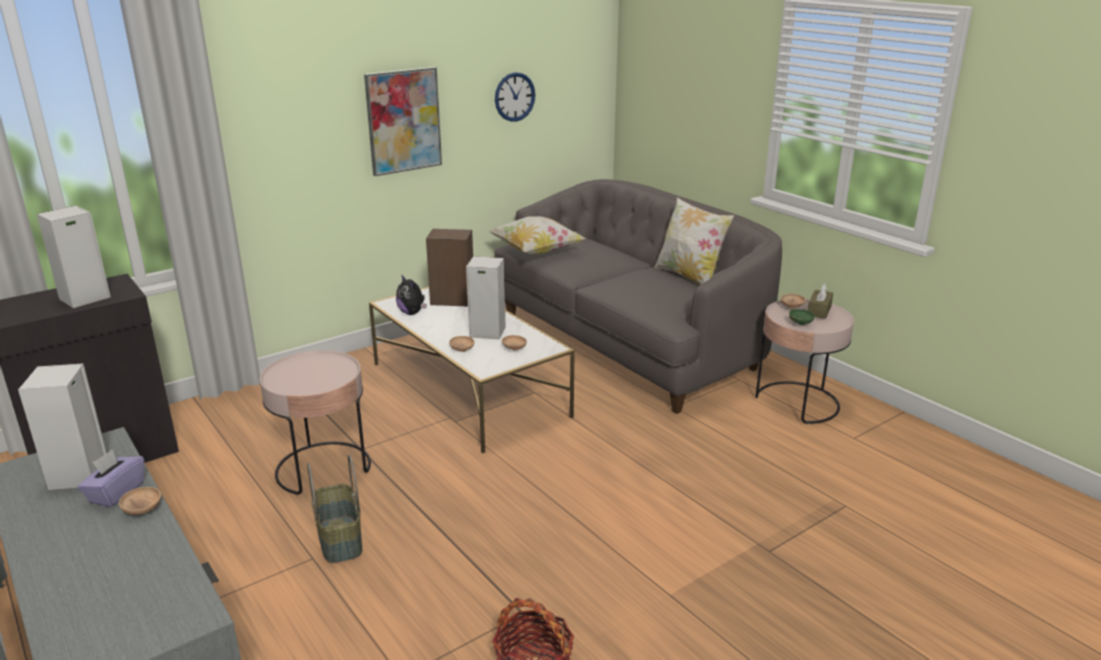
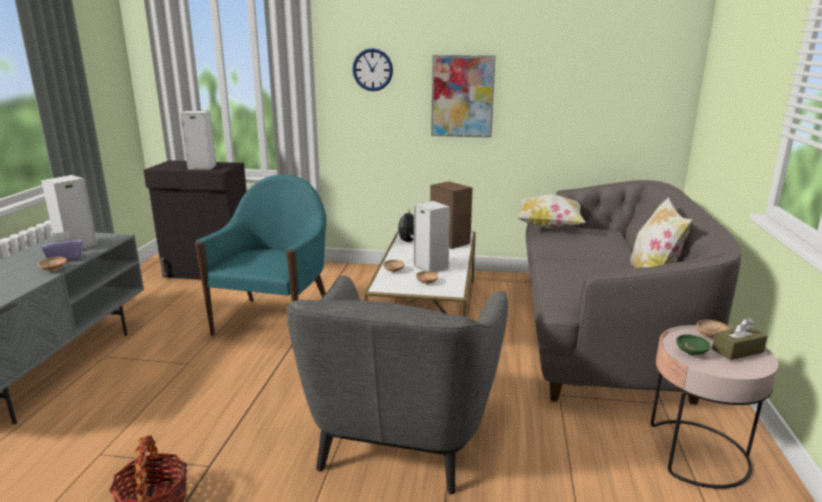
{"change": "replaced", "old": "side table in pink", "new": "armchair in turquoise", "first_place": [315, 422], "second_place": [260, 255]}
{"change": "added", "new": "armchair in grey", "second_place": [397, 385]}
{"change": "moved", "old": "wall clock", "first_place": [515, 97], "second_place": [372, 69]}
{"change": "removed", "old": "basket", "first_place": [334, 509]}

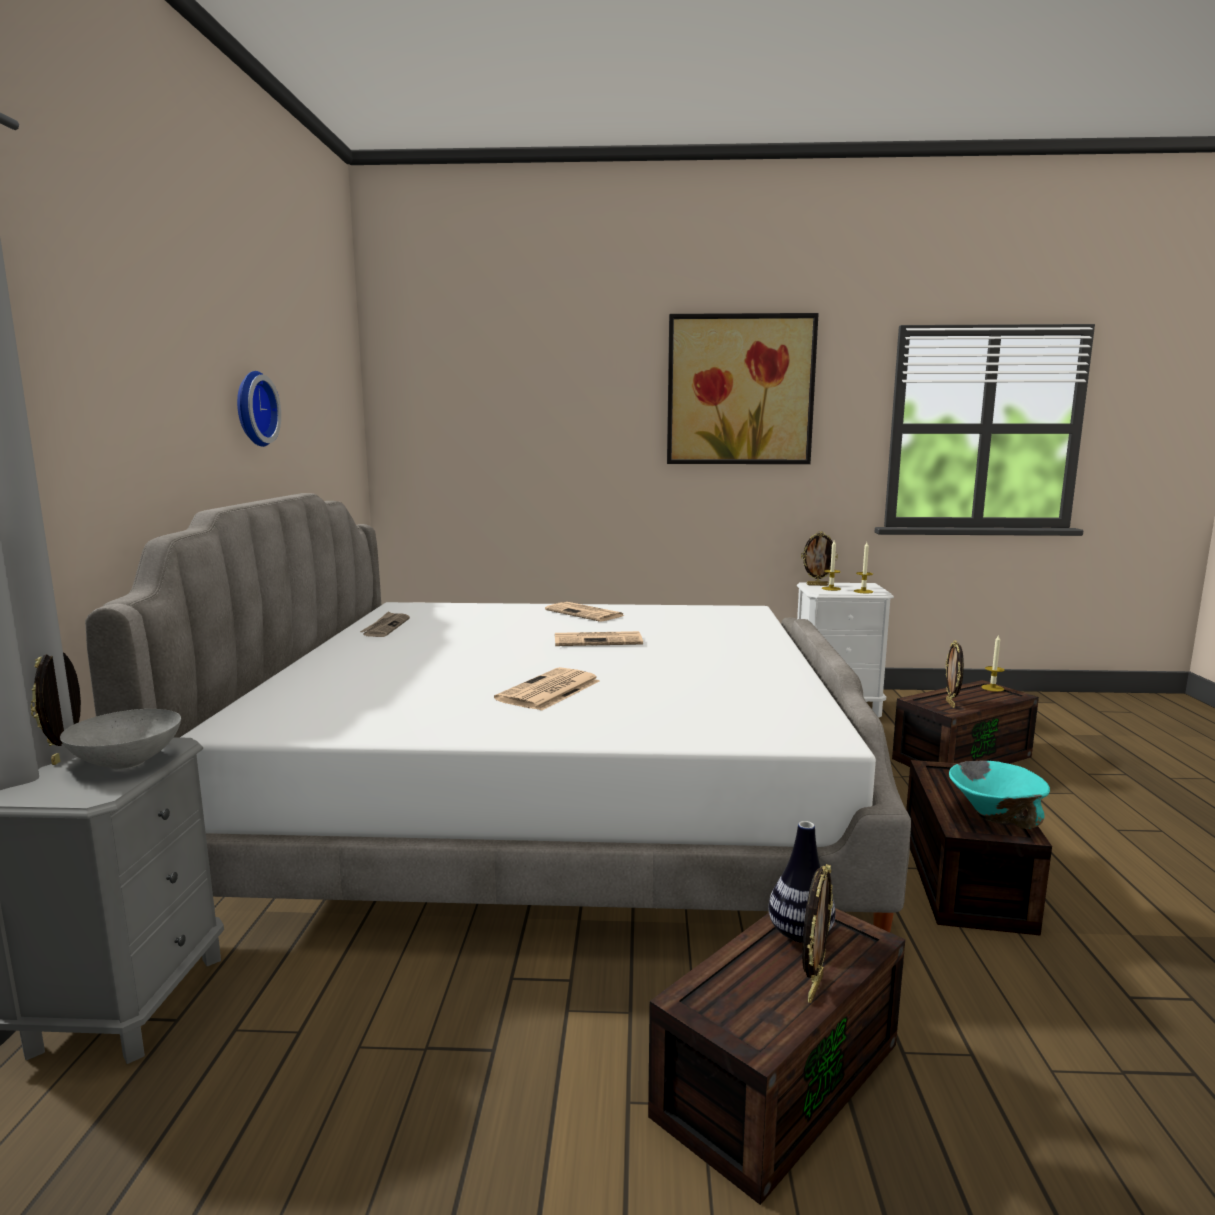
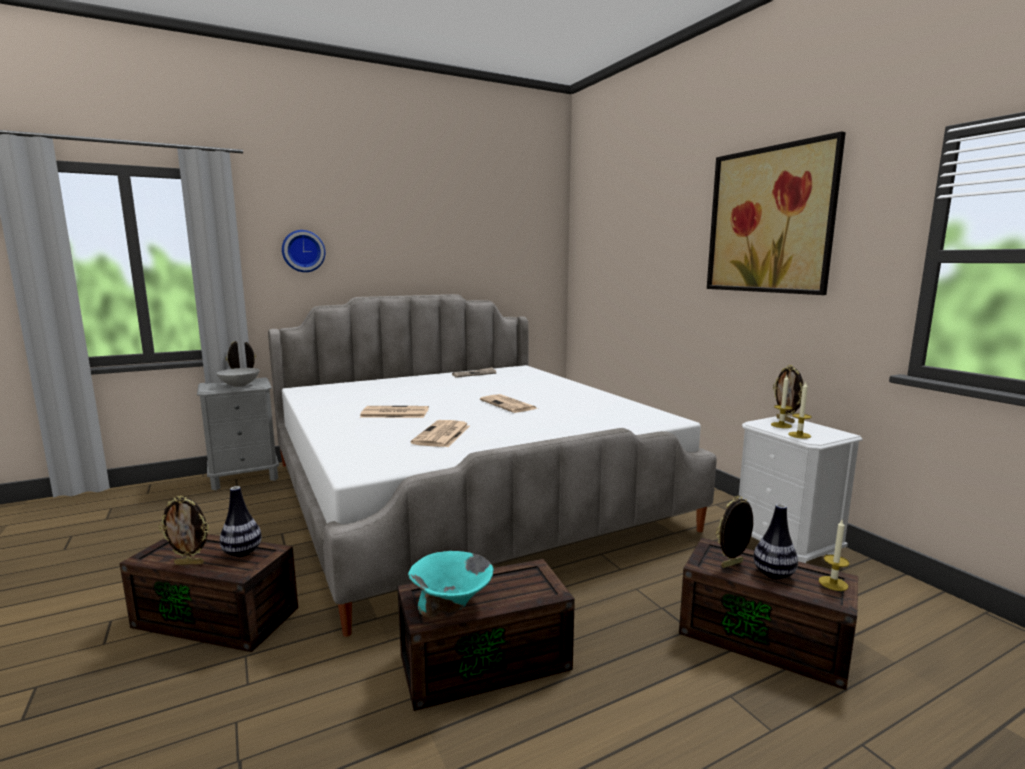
{"change": "moved", "old": "wall clock", "first_place": [259, 409], "second_place": [303, 251]}
{"change": "moved", "old": "newspaper", "first_place": [585, 611], "second_place": [440, 433]}
{"change": "added", "new": "vase", "second_place": [775, 541]}

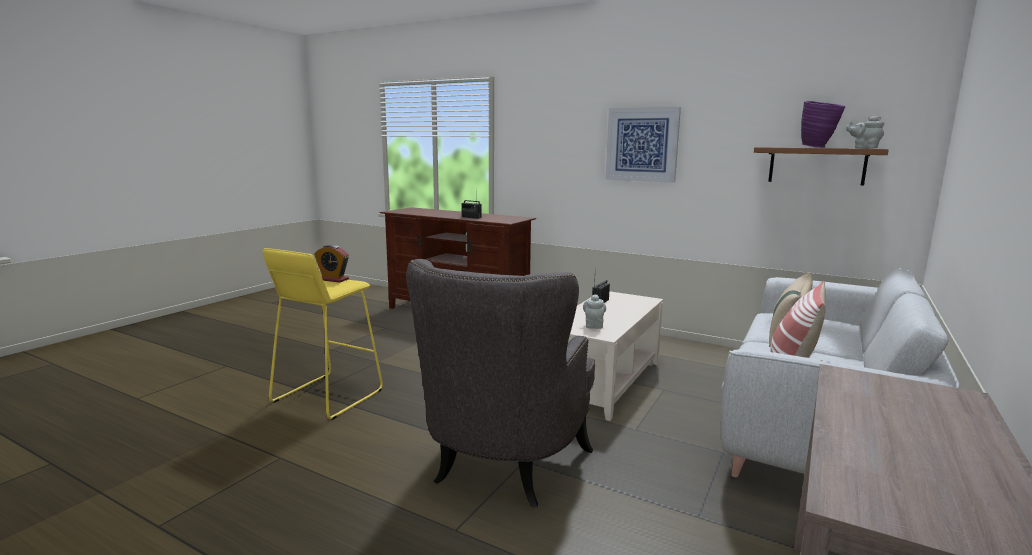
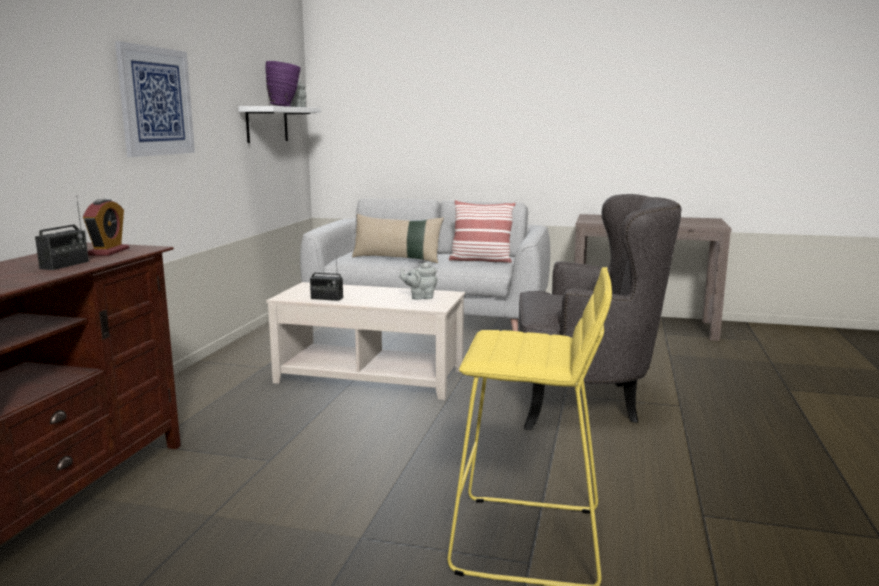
{"change": "moved", "old": "alarm clock", "first_place": [331, 263], "second_place": [106, 227]}
{"change": "recoloured", "old": "shelf in brown", "new": "shelf in white", "first_place": [821, 166], "second_place": [279, 124]}

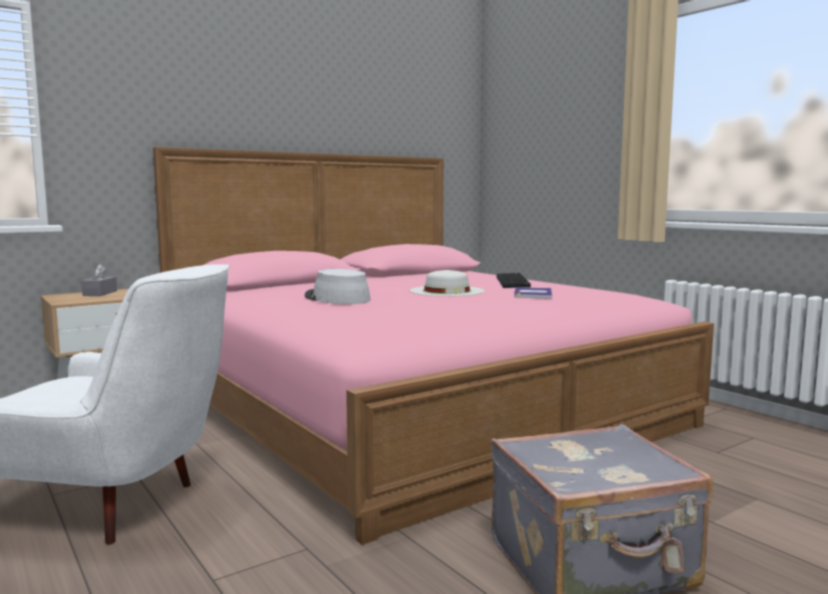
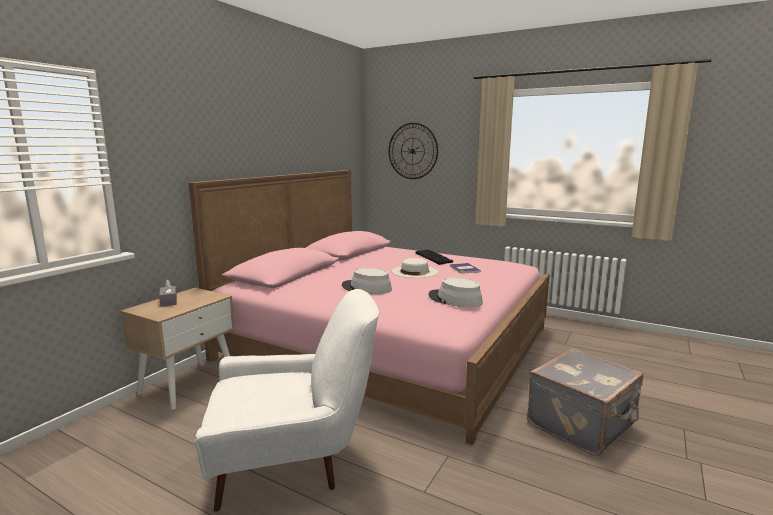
{"change": "added", "new": "wall clock", "second_place": [413, 151]}
{"change": "added", "new": "hat in grey", "second_place": [456, 292]}

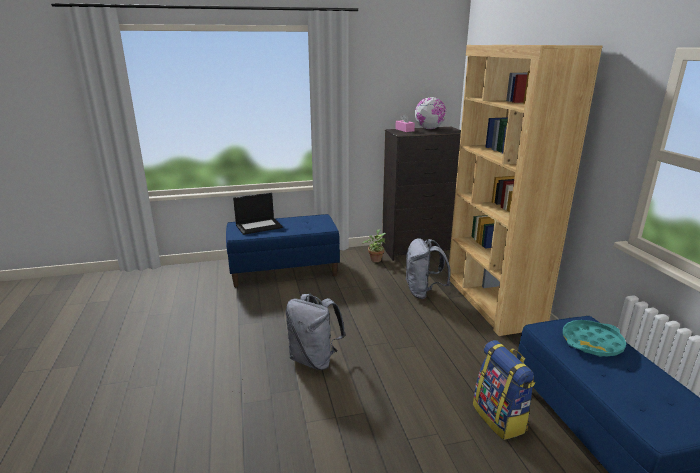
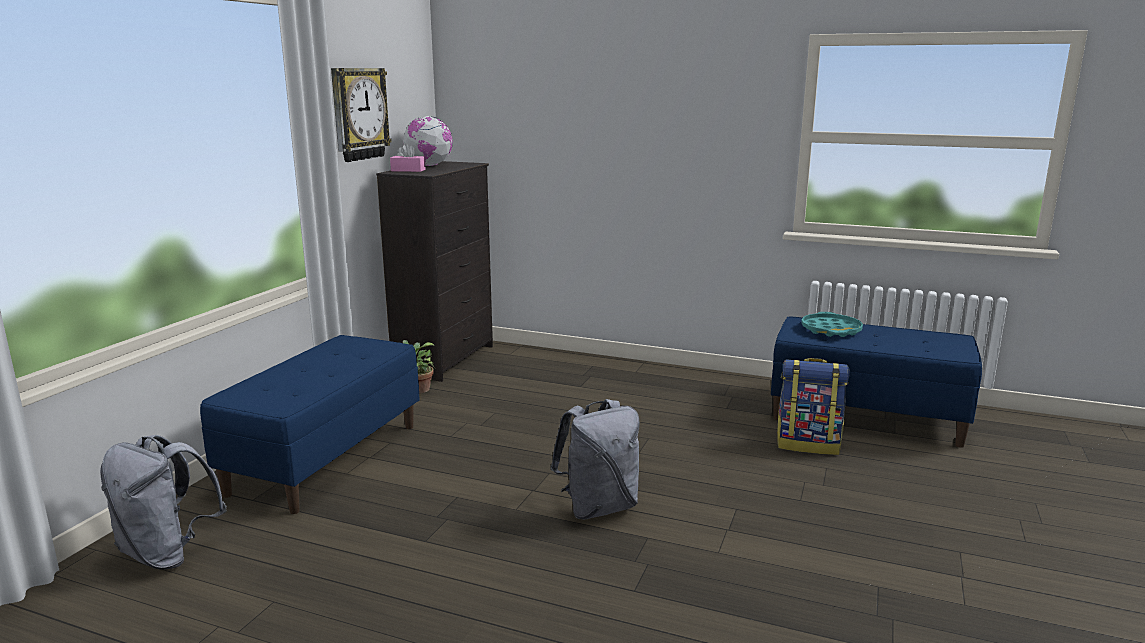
{"change": "moved", "old": "backpack in grey", "first_place": [428, 268], "second_place": [163, 502]}
{"change": "added", "new": "wall clock", "second_place": [361, 115]}
{"change": "removed", "old": "laptop", "first_place": [258, 213]}
{"change": "removed", "old": "bookcase in brown", "first_place": [526, 190]}

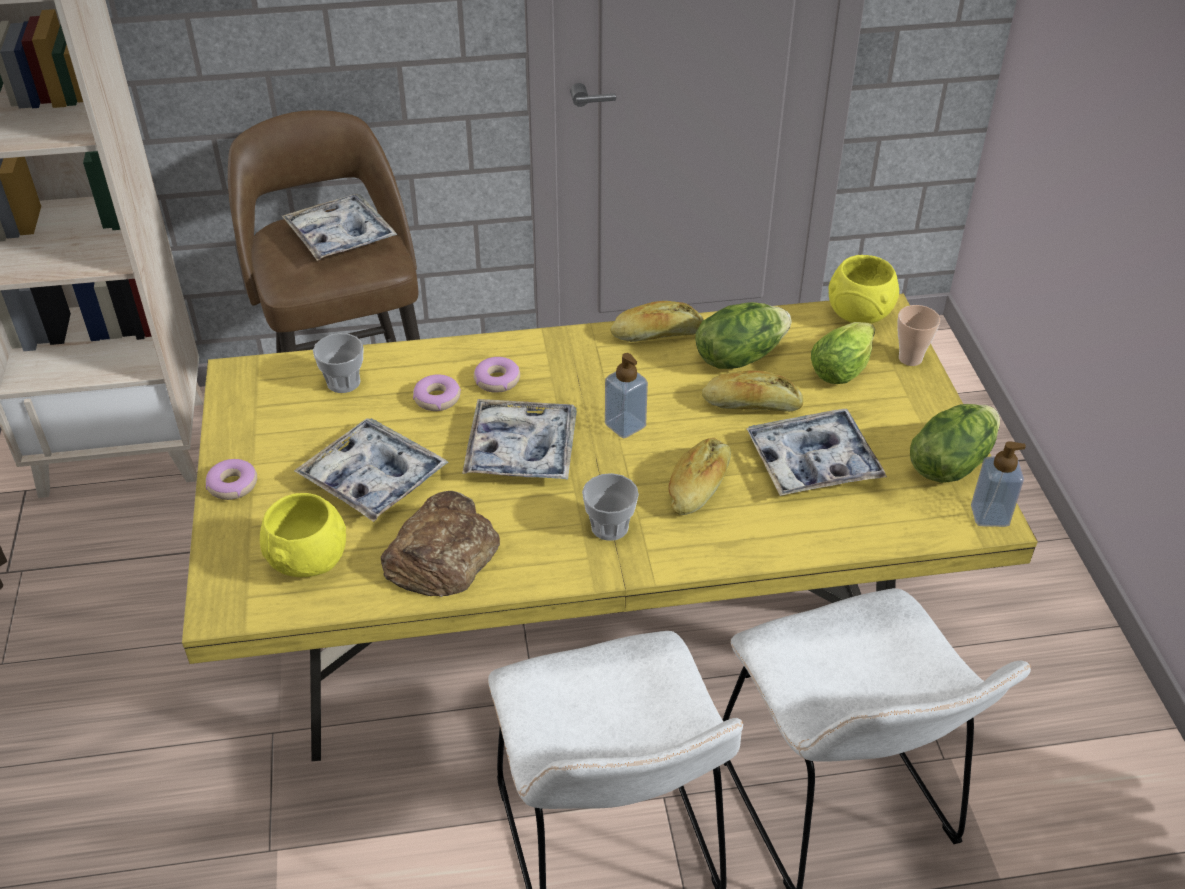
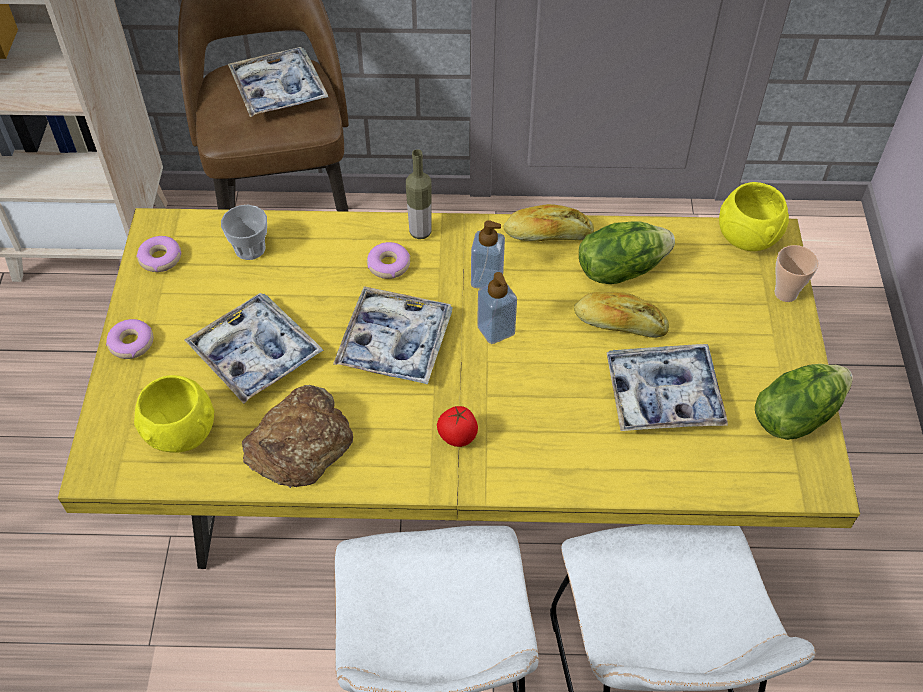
{"change": "moved", "old": "donut", "first_place": [437, 392], "second_place": [158, 254]}
{"change": "added", "new": "bottle", "second_place": [419, 194]}
{"change": "replaced", "old": "cup", "new": "tomato", "first_place": [610, 507], "second_place": [457, 426]}
{"change": "moved", "old": "soap dispenser", "first_place": [998, 484], "second_place": [488, 254]}
{"change": "removed", "old": "bread", "first_place": [699, 476]}
{"change": "removed", "old": "lettuce", "first_place": [843, 353]}

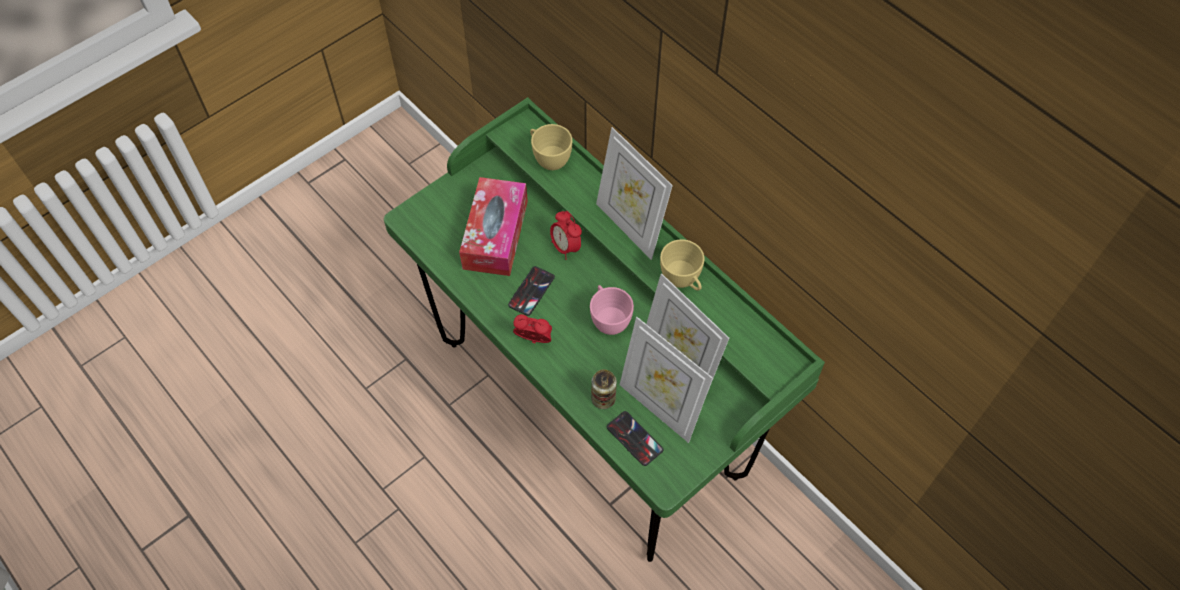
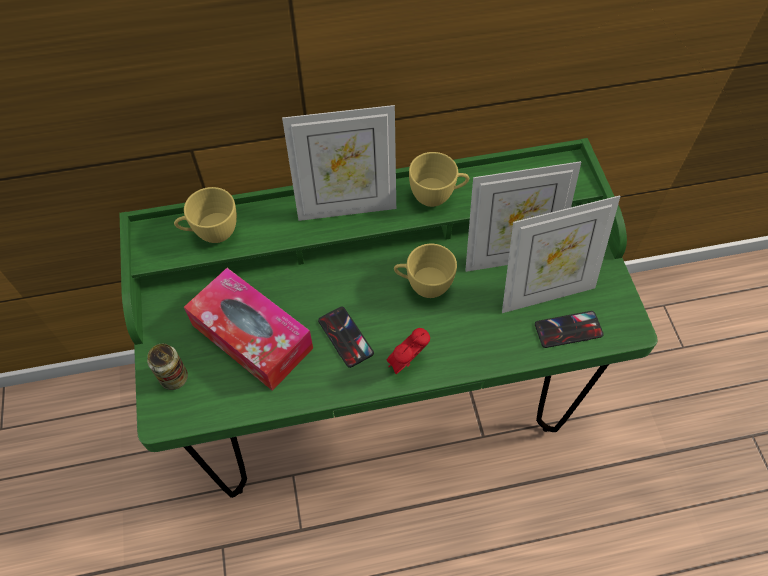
{"change": "moved", "old": "can", "first_place": [604, 389], "second_place": [167, 367]}
{"change": "recoloured", "old": "cup in pink", "new": "cup in yellow", "first_place": [612, 310], "second_place": [425, 271]}
{"change": "removed", "old": "alarm clock", "first_place": [566, 235]}

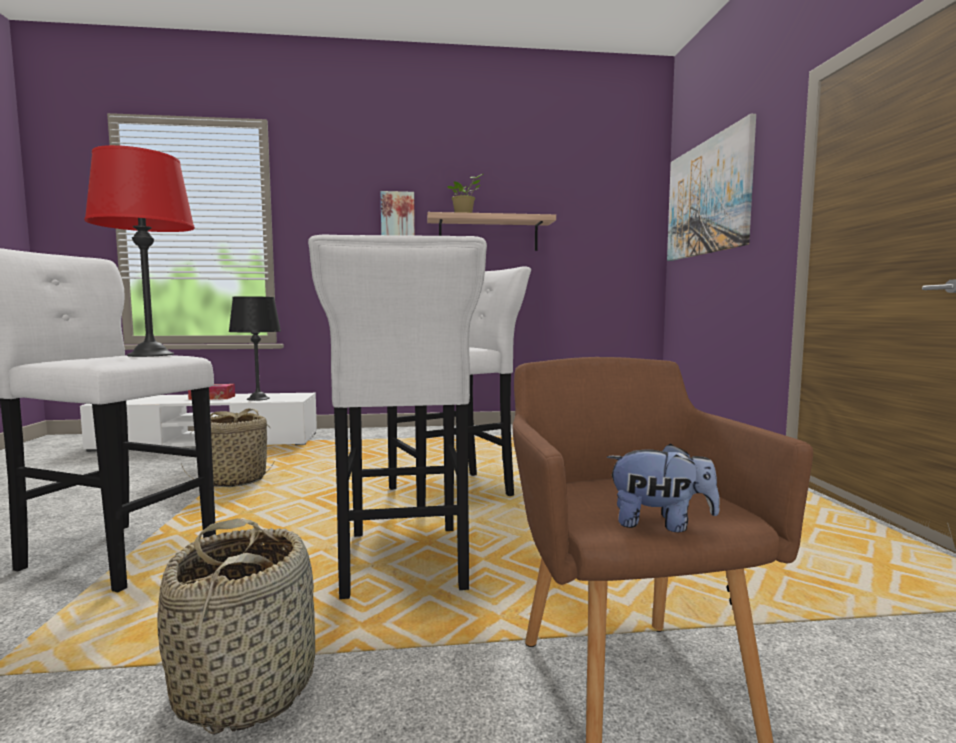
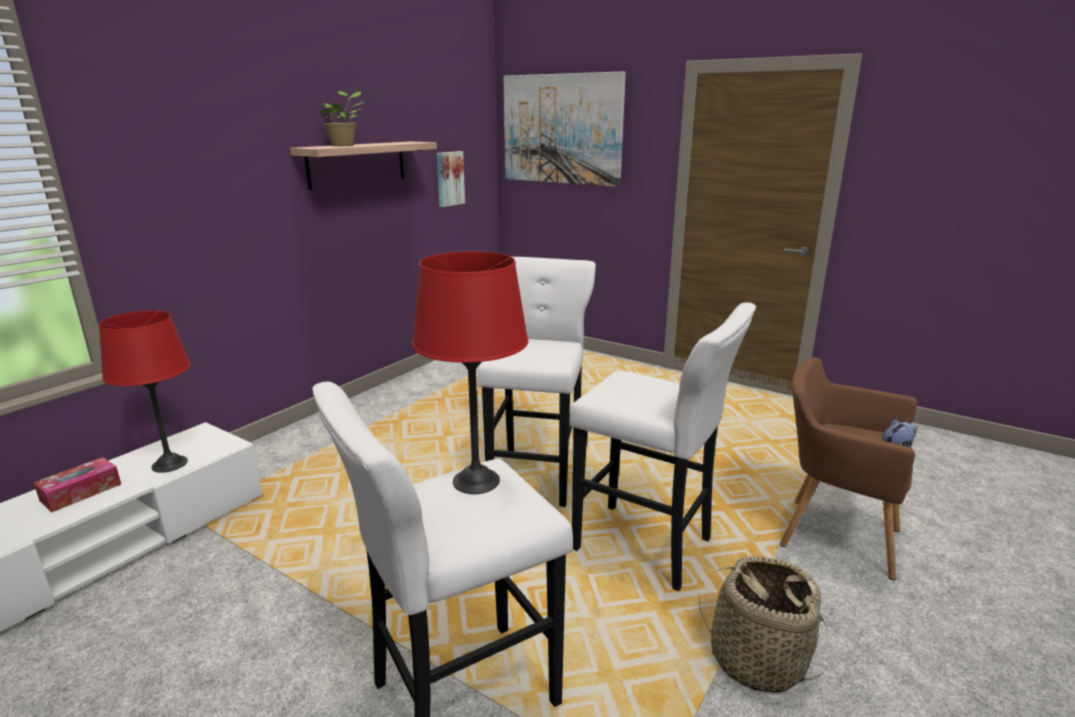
{"change": "recoloured", "old": "table lamp in black", "new": "table lamp in red", "first_place": [255, 348], "second_place": [144, 391]}
{"change": "moved", "old": "picture", "first_place": [398, 213], "second_place": [451, 179]}
{"change": "removed", "old": "basket", "first_place": [228, 447]}

